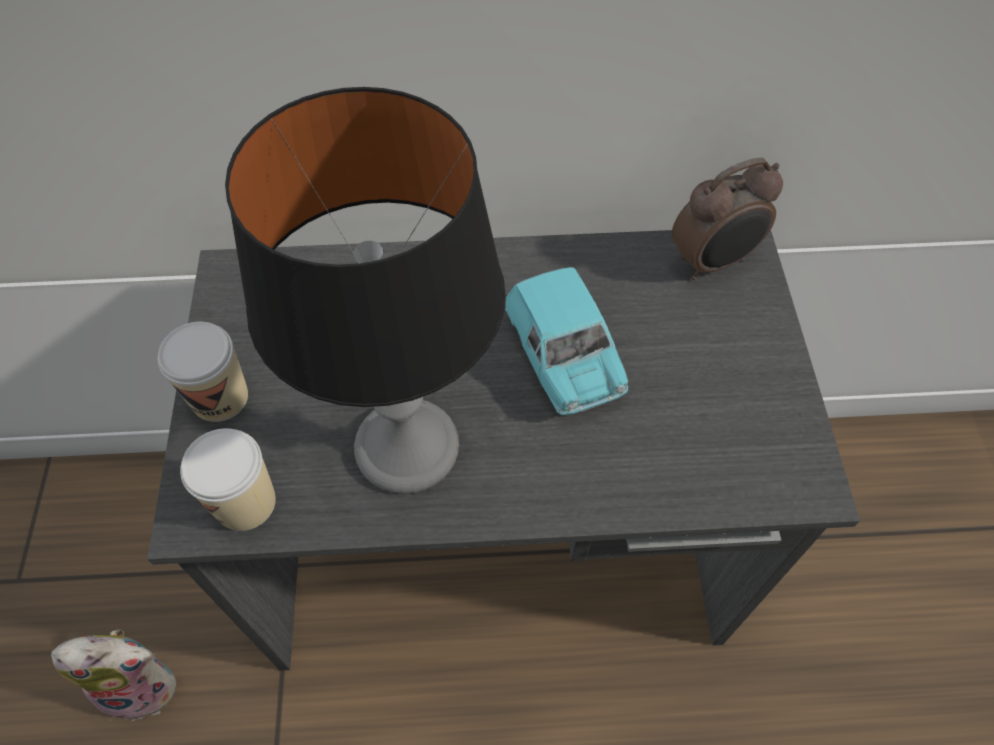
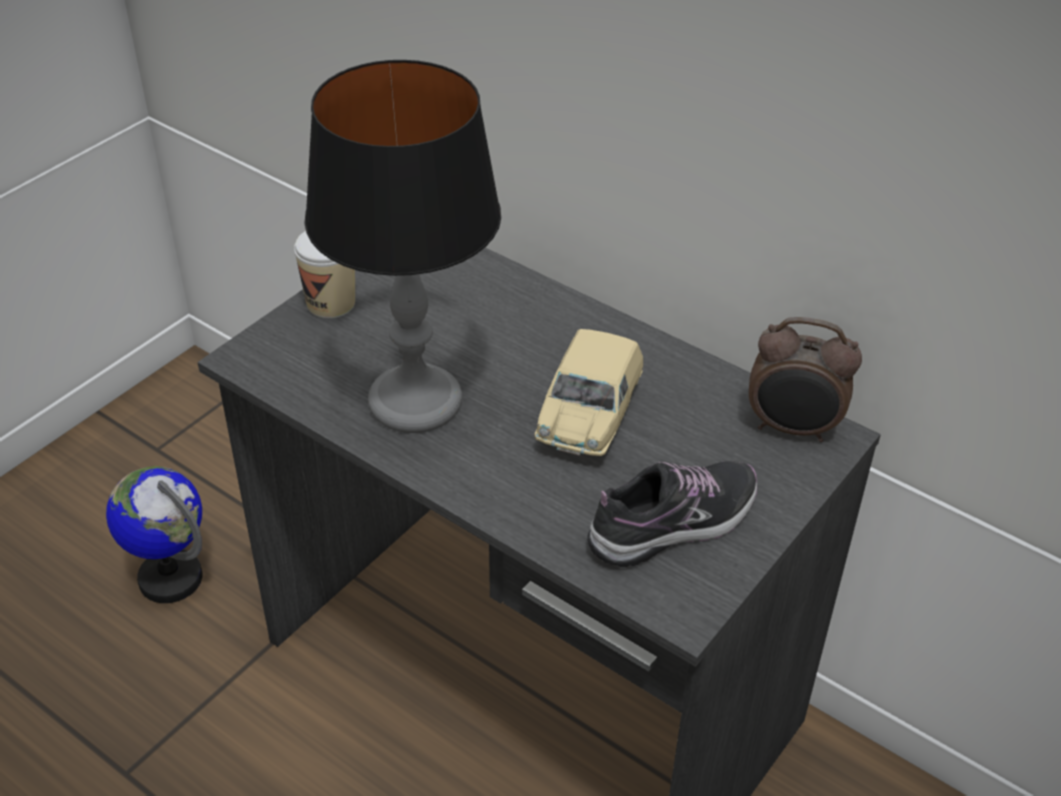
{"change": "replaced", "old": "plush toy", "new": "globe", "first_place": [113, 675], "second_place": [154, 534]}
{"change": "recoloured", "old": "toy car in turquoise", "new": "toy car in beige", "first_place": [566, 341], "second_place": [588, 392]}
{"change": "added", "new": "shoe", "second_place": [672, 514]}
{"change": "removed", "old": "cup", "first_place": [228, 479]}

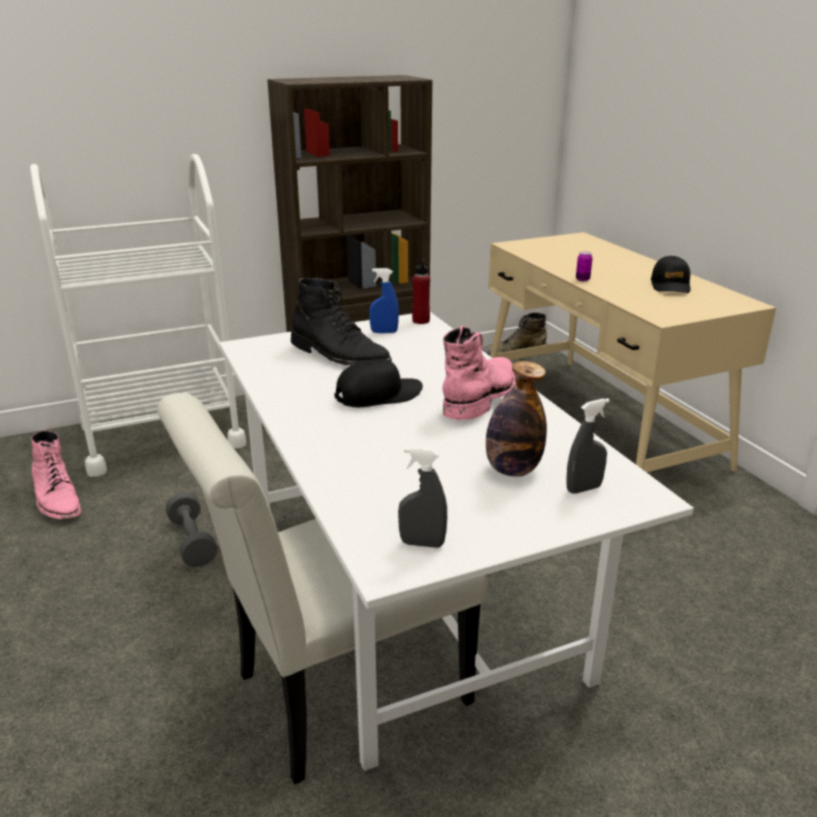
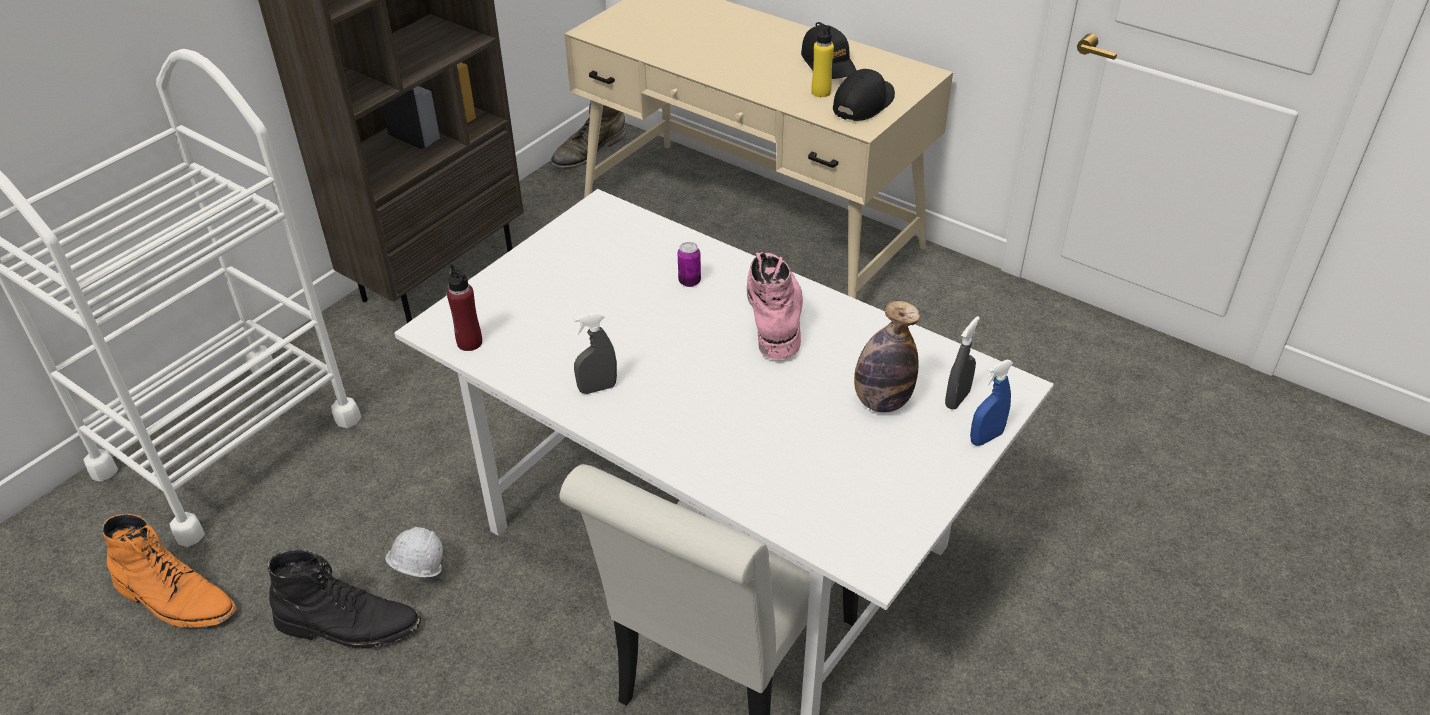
{"change": "recoloured", "old": "boot in pink", "new": "boot in orange", "first_place": [56, 474], "second_place": [169, 571]}
{"change": "moved", "old": "boot in black", "first_place": [341, 322], "second_place": [344, 599]}
{"change": "replaced", "old": "dumbbell in grey", "new": "hard hat in white", "first_place": [191, 529], "second_place": [414, 552]}
{"change": "moved", "old": "bottle in red", "first_place": [421, 290], "second_place": [464, 308]}
{"change": "moved", "old": "spray bottle in grey", "first_place": [422, 497], "second_place": [595, 353]}
{"change": "moved", "old": "can", "first_place": [584, 266], "second_place": [689, 264]}
{"change": "added", "new": "bottle in yellow", "second_place": [822, 59]}
{"change": "moved", "old": "cap in black", "first_place": [378, 383], "second_place": [864, 95]}
{"change": "moved", "old": "spray bottle in blue", "first_place": [384, 300], "second_place": [991, 403]}

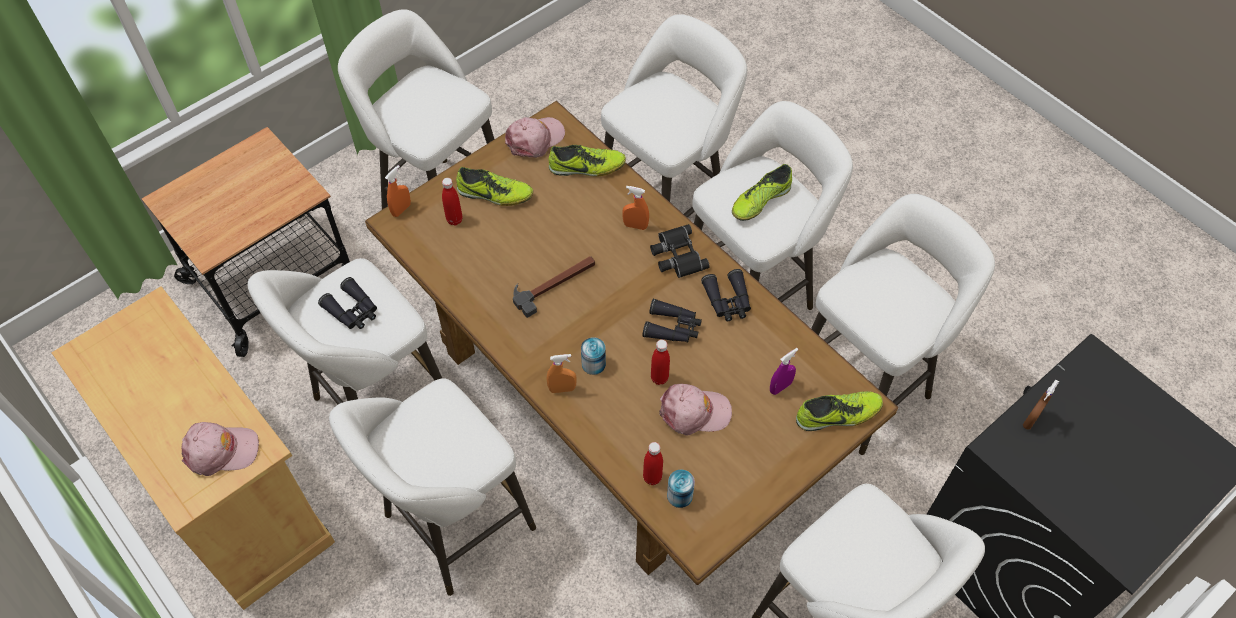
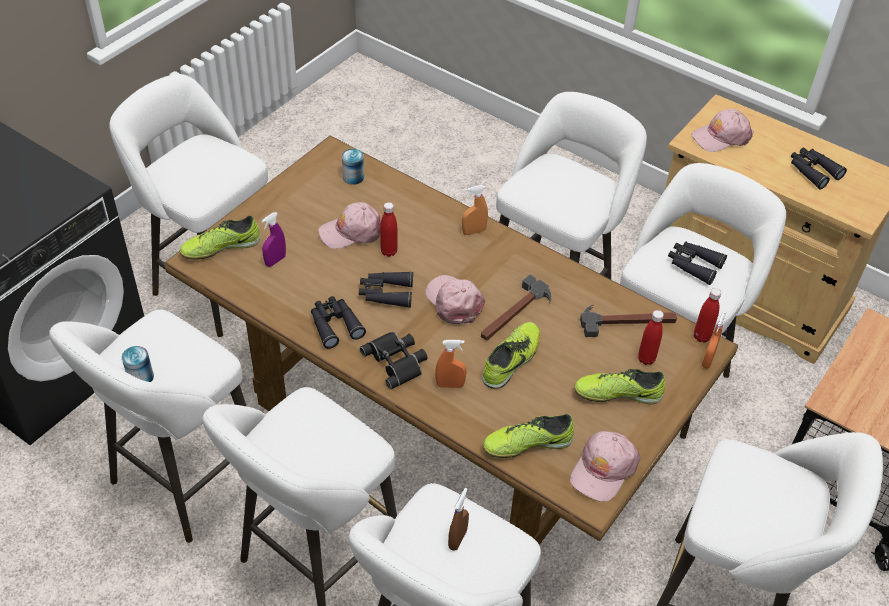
{"change": "moved", "old": "can", "first_place": [593, 356], "second_place": [138, 364]}
{"change": "added", "new": "cap in pink", "second_place": [455, 300]}
{"change": "moved", "old": "spray bottle in brown", "first_place": [1041, 405], "second_place": [458, 519]}
{"change": "moved", "old": "shoe", "first_place": [762, 192], "second_place": [511, 355]}
{"change": "added", "new": "hammer", "second_place": [628, 320]}
{"change": "moved", "old": "bottle in red", "first_place": [653, 463], "second_place": [707, 315]}
{"change": "added", "new": "binoculars in black", "second_place": [819, 168]}

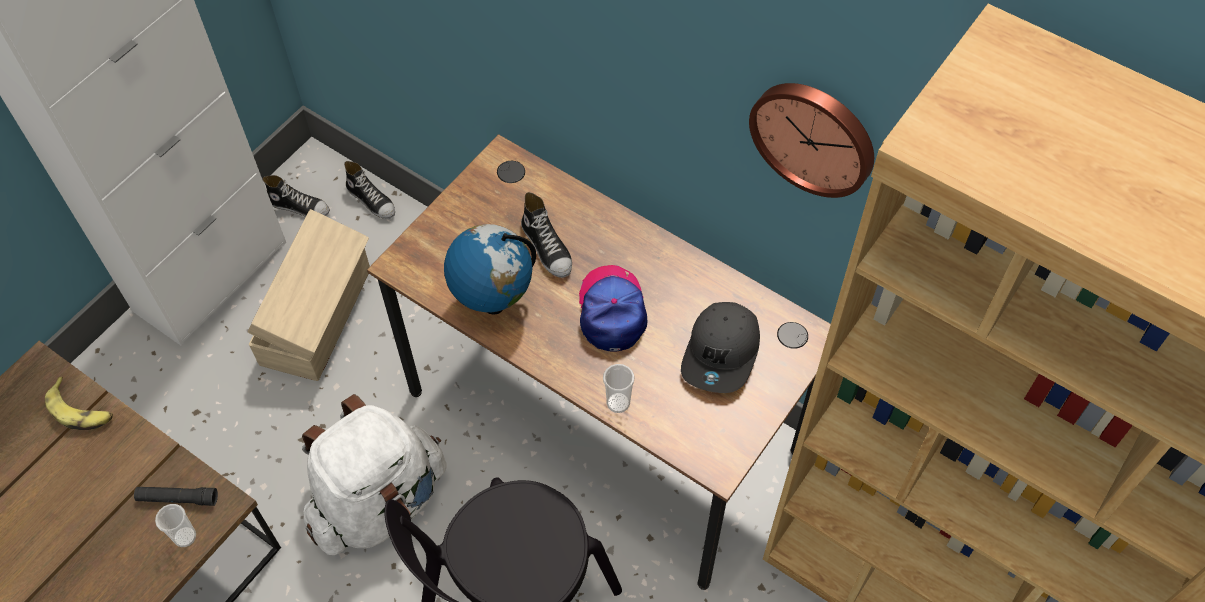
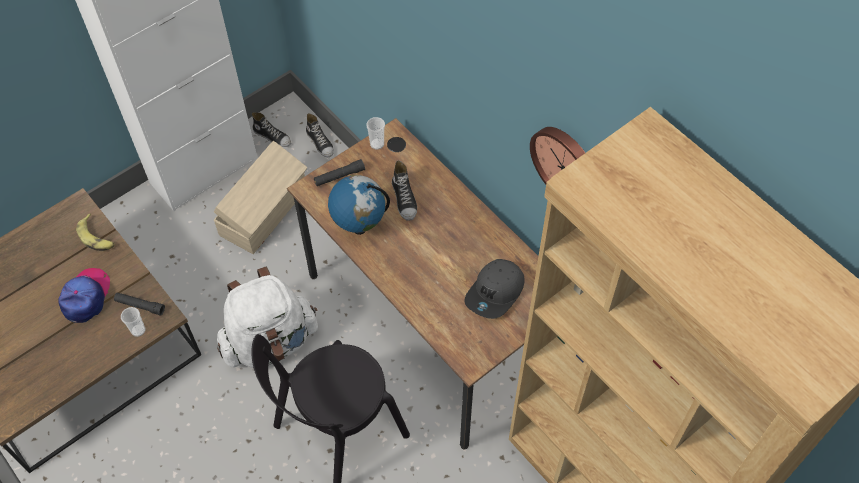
{"change": "moved", "old": "cap", "first_place": [613, 308], "second_place": [84, 295]}
{"change": "added", "new": "flashlight in black", "second_place": [339, 172]}
{"change": "moved", "old": "cup", "first_place": [618, 388], "second_place": [375, 133]}

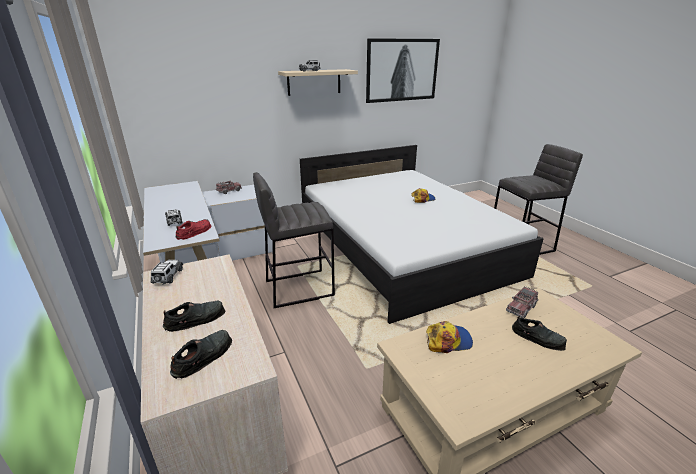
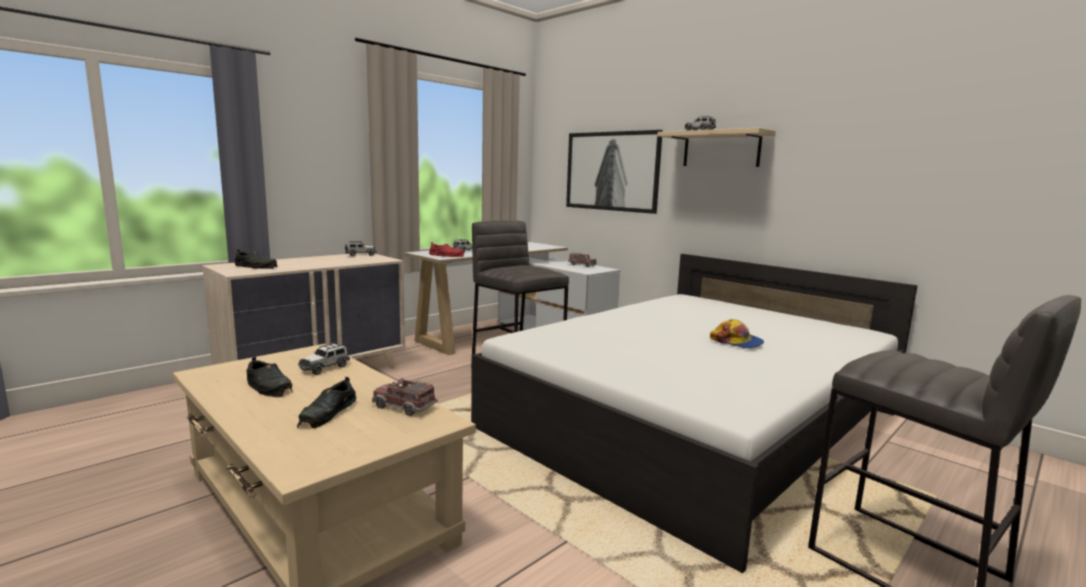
{"change": "moved", "old": "shoe in black", "first_place": [194, 316], "second_place": [269, 377]}
{"change": "replaced", "old": "cap", "new": "toy car", "first_place": [449, 337], "second_place": [324, 359]}
{"change": "moved", "old": "picture", "first_place": [403, 70], "second_place": [614, 172]}

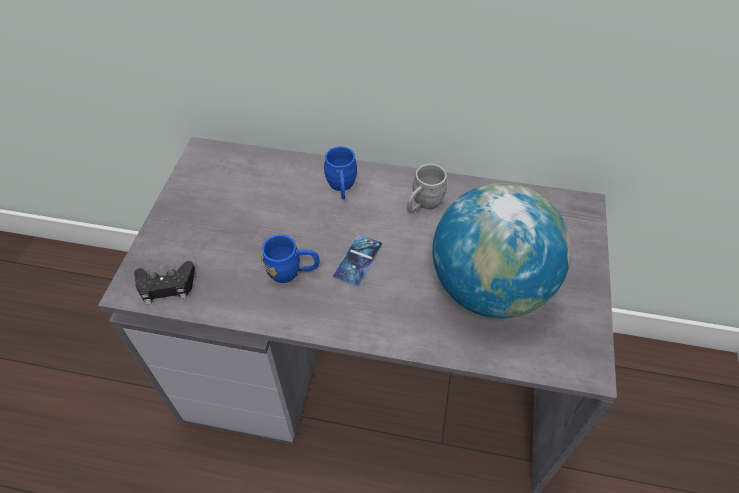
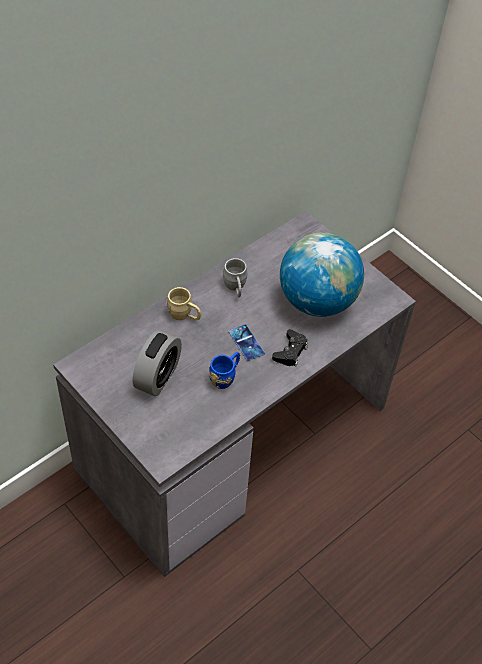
{"change": "added", "new": "alarm clock", "second_place": [157, 363]}
{"change": "recoloured", "old": "mug in blue", "new": "mug in beige", "first_place": [340, 172], "second_place": [184, 303]}
{"change": "moved", "old": "game controller in black", "first_place": [164, 282], "second_place": [290, 347]}

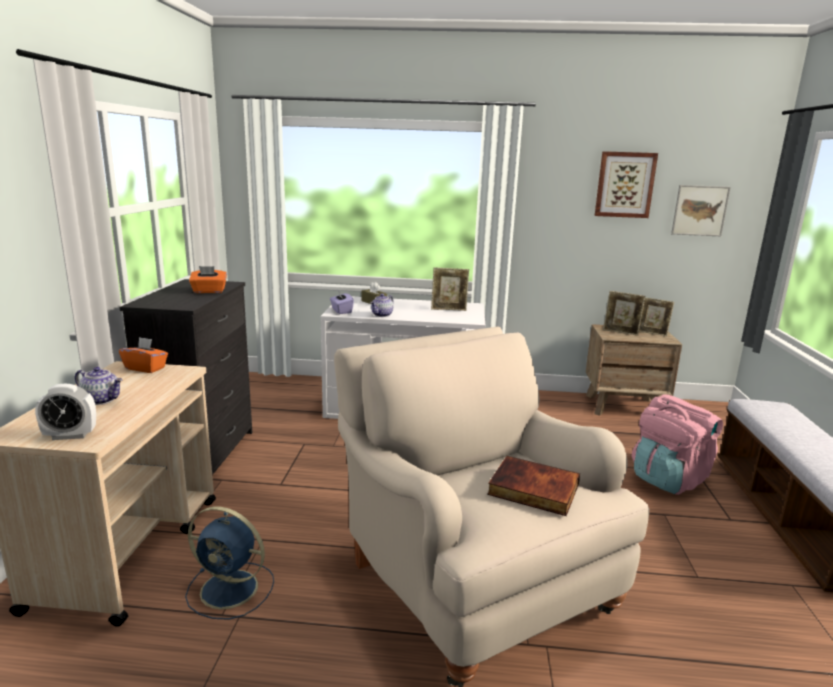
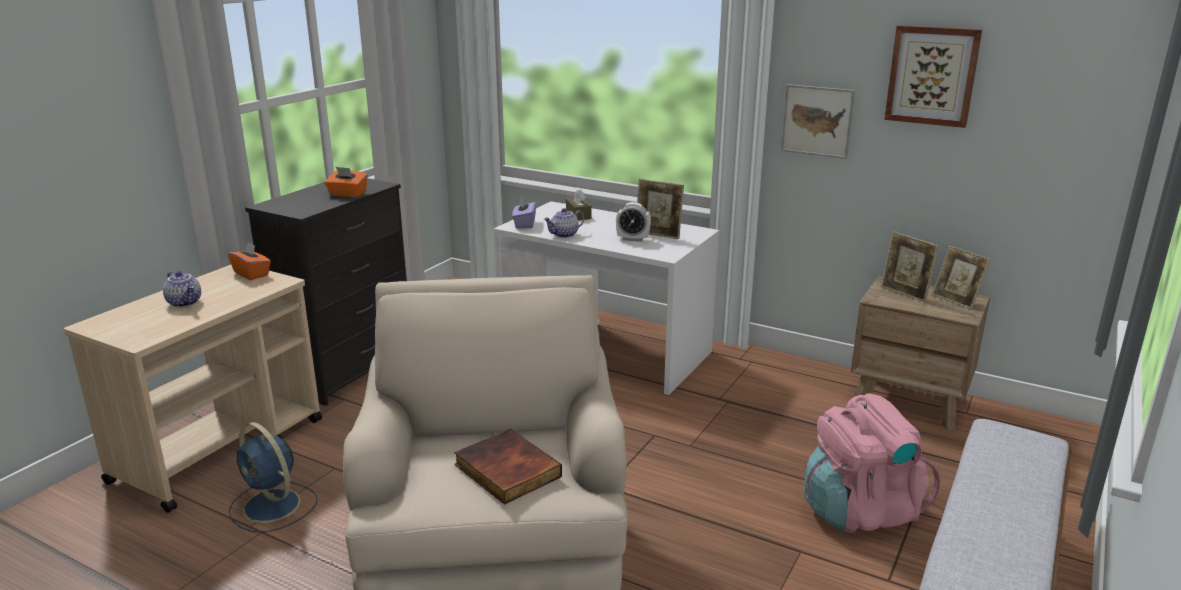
{"change": "moved", "old": "alarm clock", "first_place": [65, 412], "second_place": [633, 222]}
{"change": "moved", "old": "picture", "first_place": [701, 210], "second_place": [818, 121]}

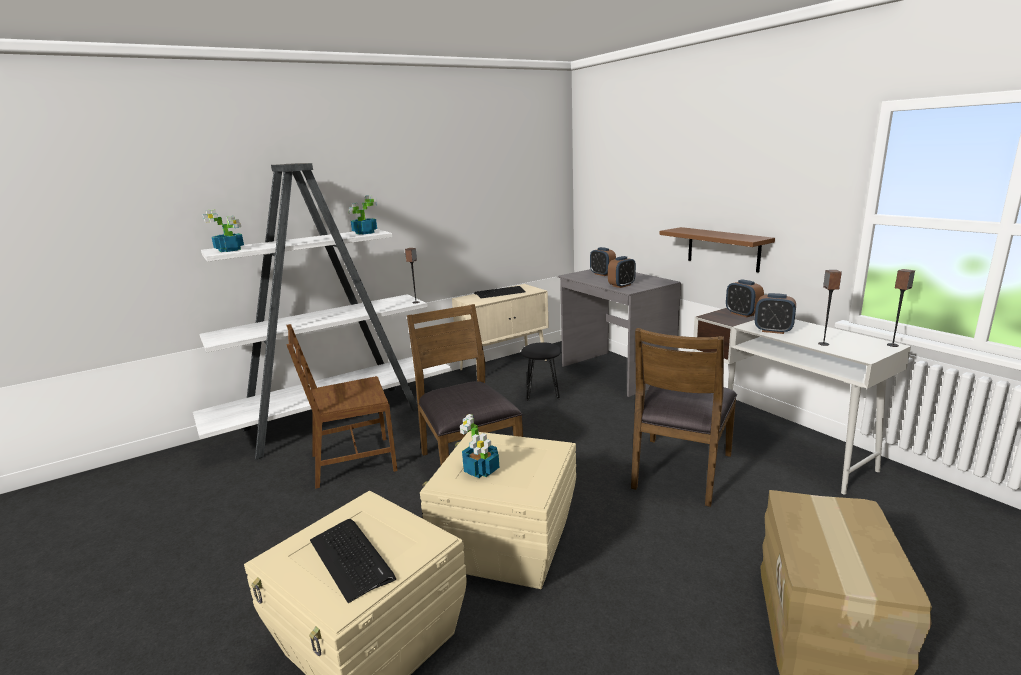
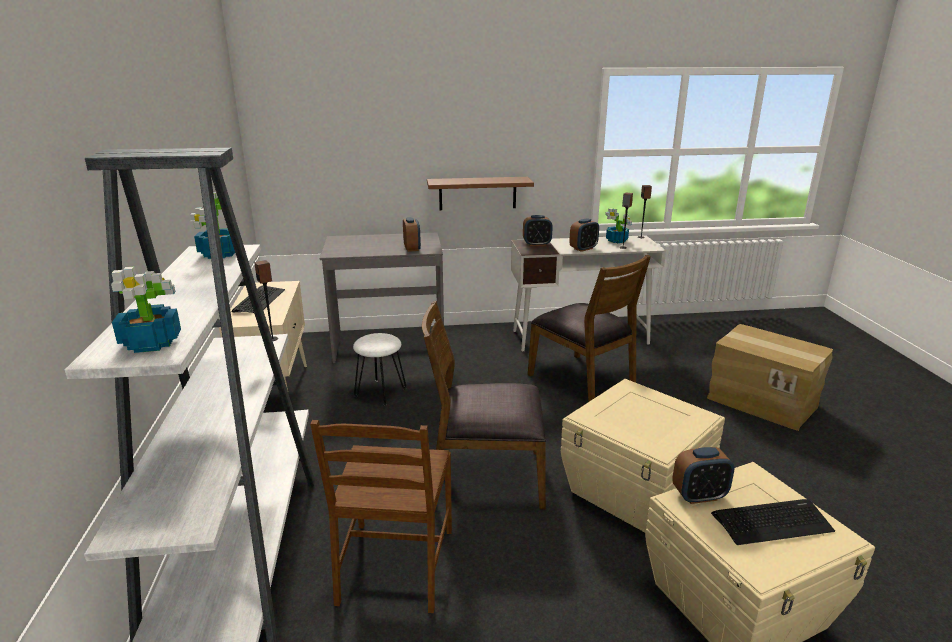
{"change": "recoloured", "old": "stool in black", "new": "stool in white", "first_place": [541, 371], "second_place": [379, 369]}
{"change": "moved", "old": "potted plant", "first_place": [479, 446], "second_place": [618, 225]}
{"change": "moved", "old": "alarm clock", "first_place": [603, 261], "second_place": [703, 475]}

